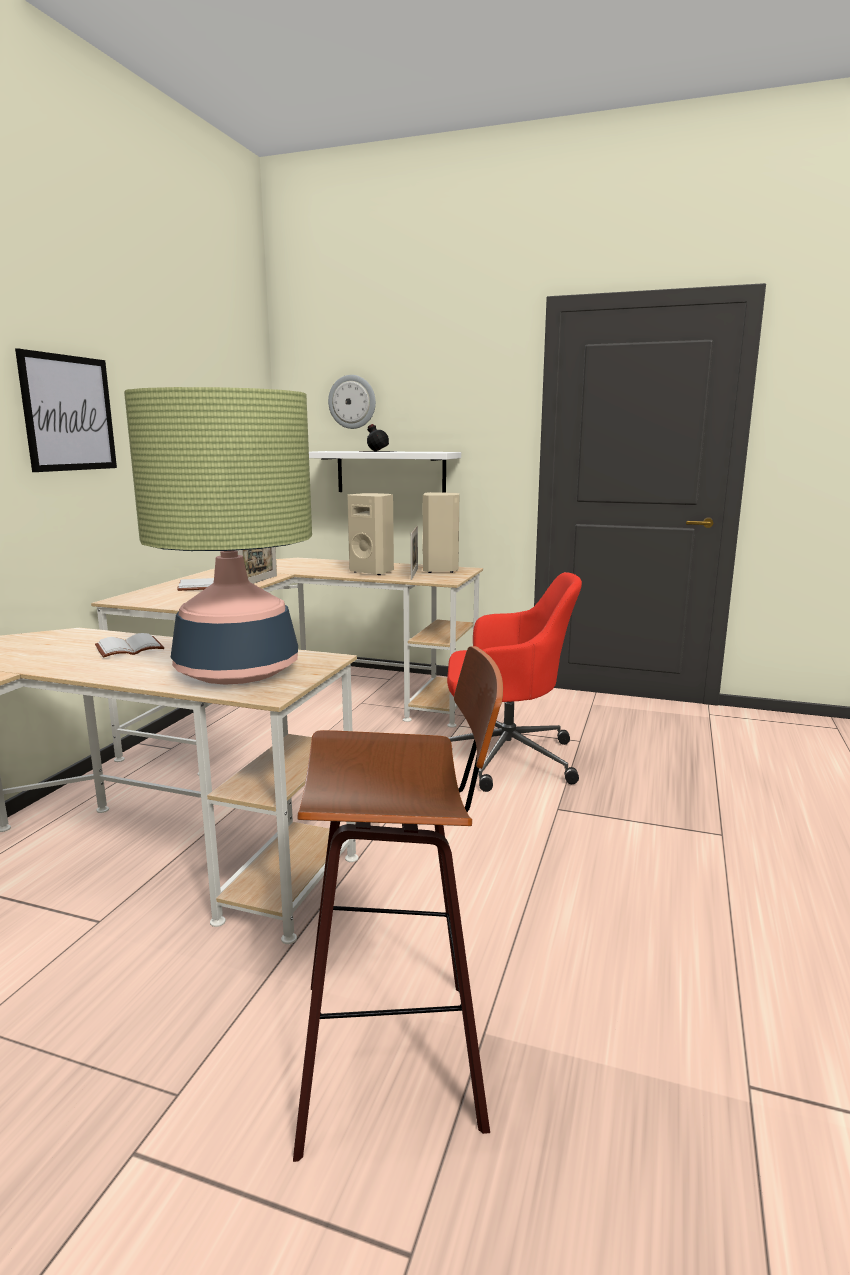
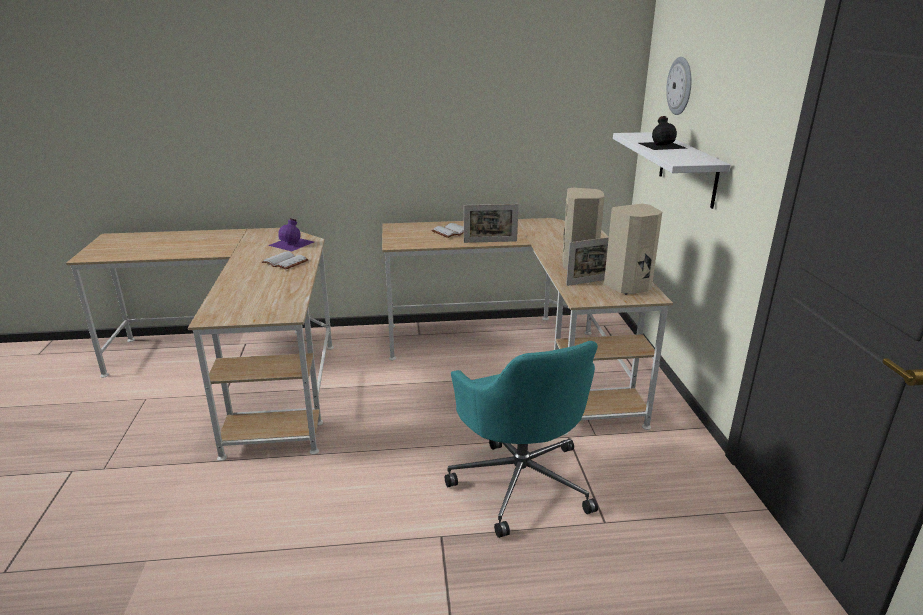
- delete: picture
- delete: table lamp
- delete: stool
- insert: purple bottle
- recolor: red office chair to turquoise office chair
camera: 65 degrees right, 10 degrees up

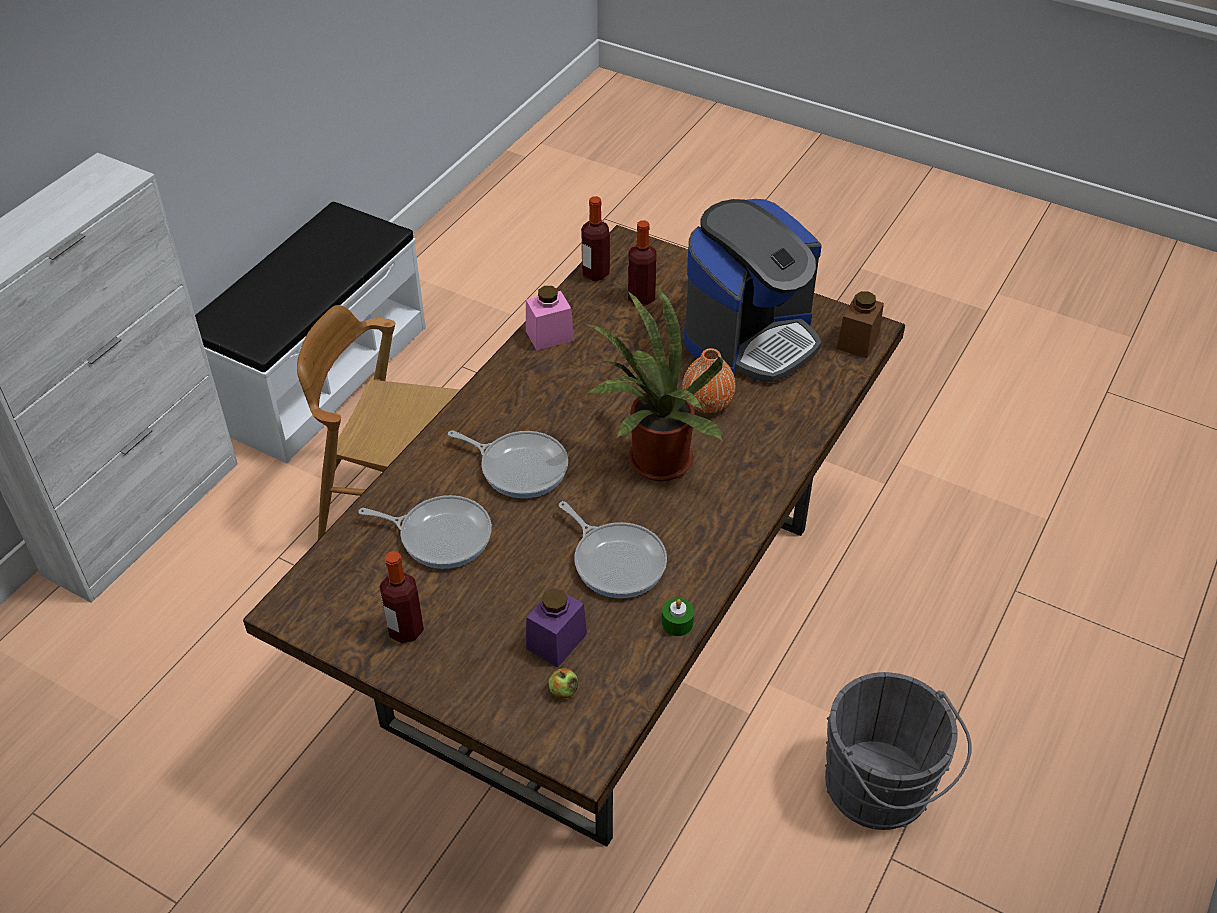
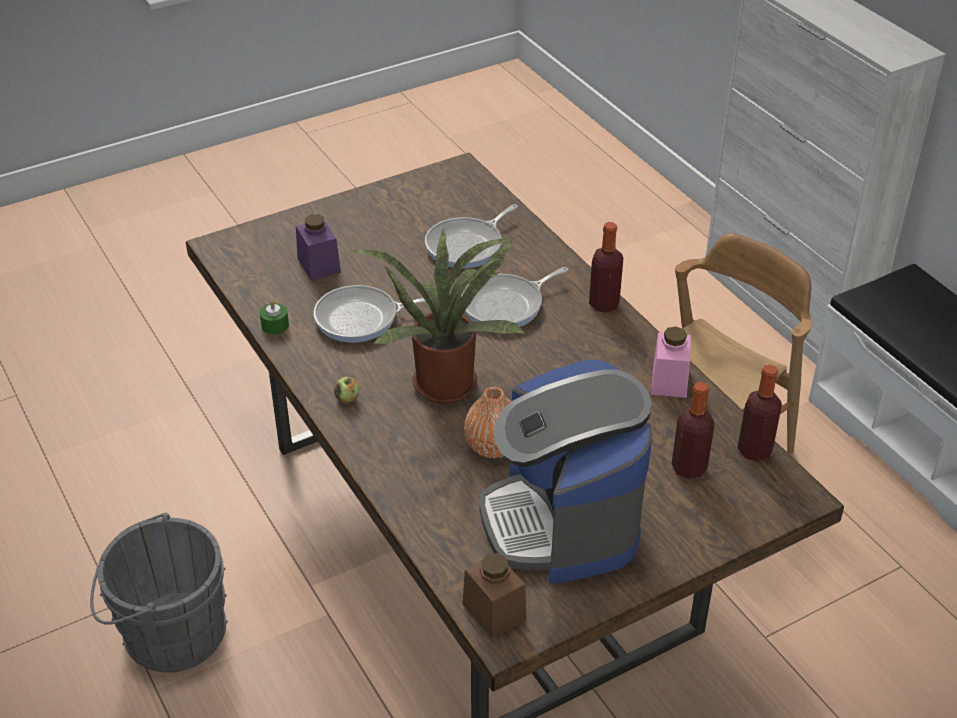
- move: bottle (1st from left)
- move: apple
camera: 120 degrees right, 5 degrees down

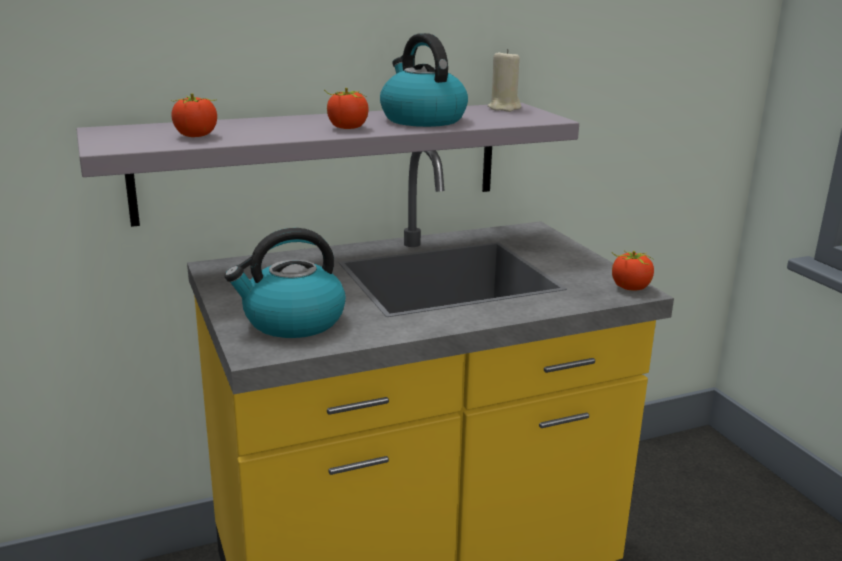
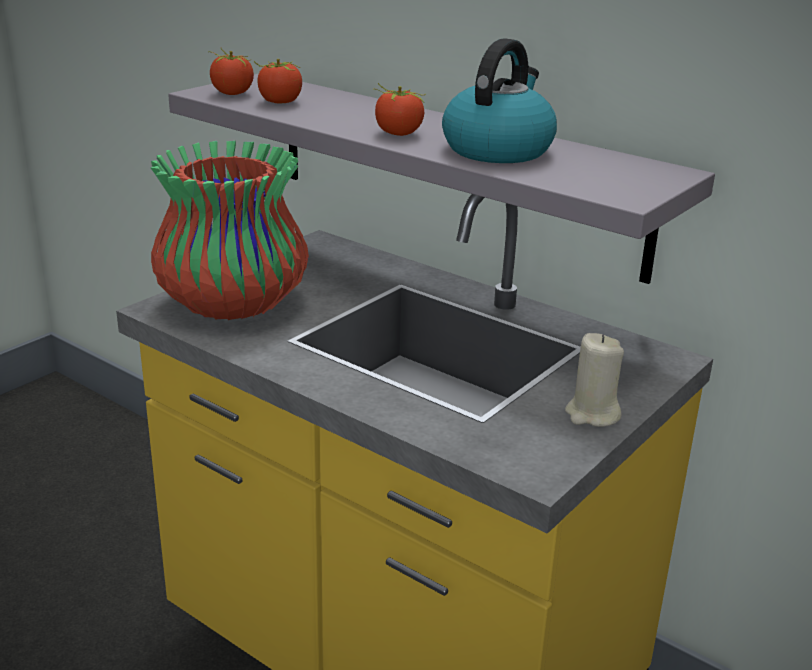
- move: beige candle
- move: tomato (3rd from left in the first image) to tomato (1st from left)
- replace: kettle (1st from left) to vase
camera: 60 degrees right, 5 degrees up

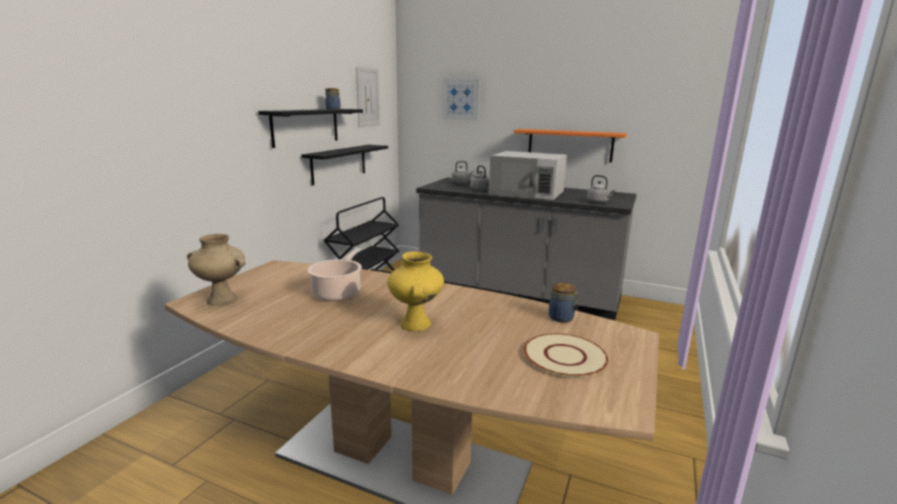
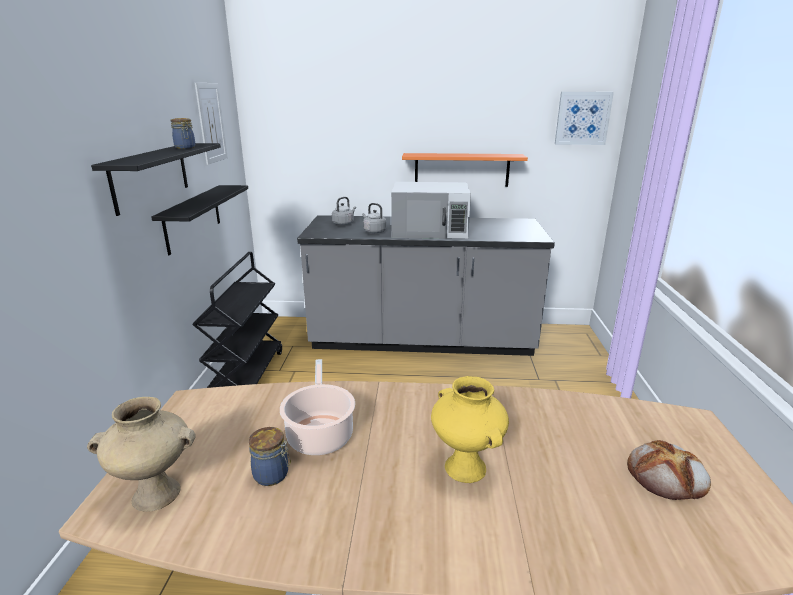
- delete: grey kettle (3rd from left)
- move: picture (2nd from left)
- move: jar (2nd from left)
- replace: beige plate to bread
camera: 20 degrees left, 5 degrees up

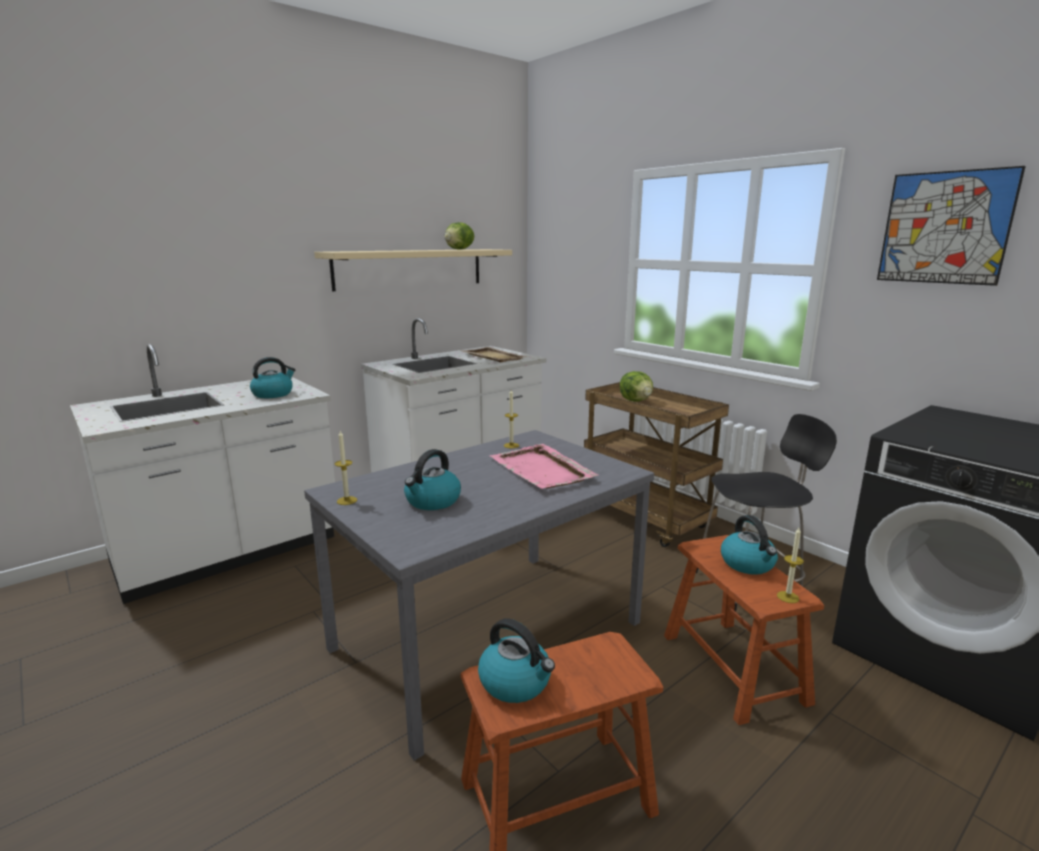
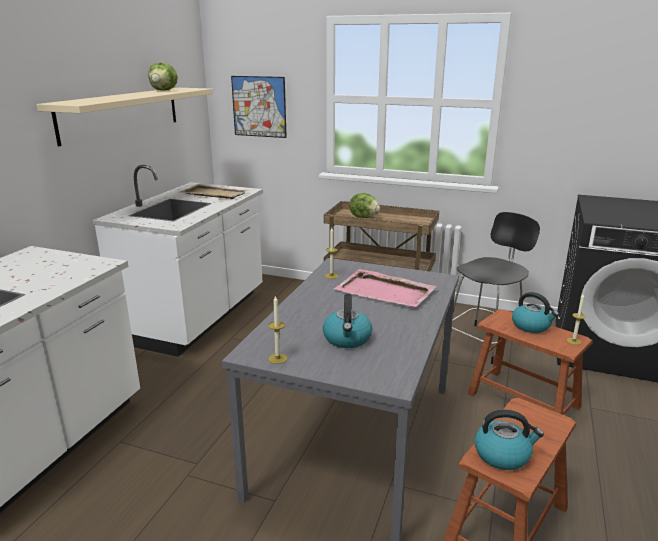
- delete: kettle (1st from left)
- move: picture
camera: 30 degrees left, 5 degrees up

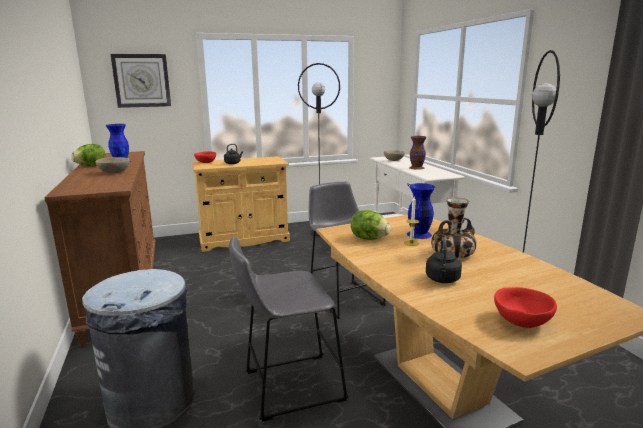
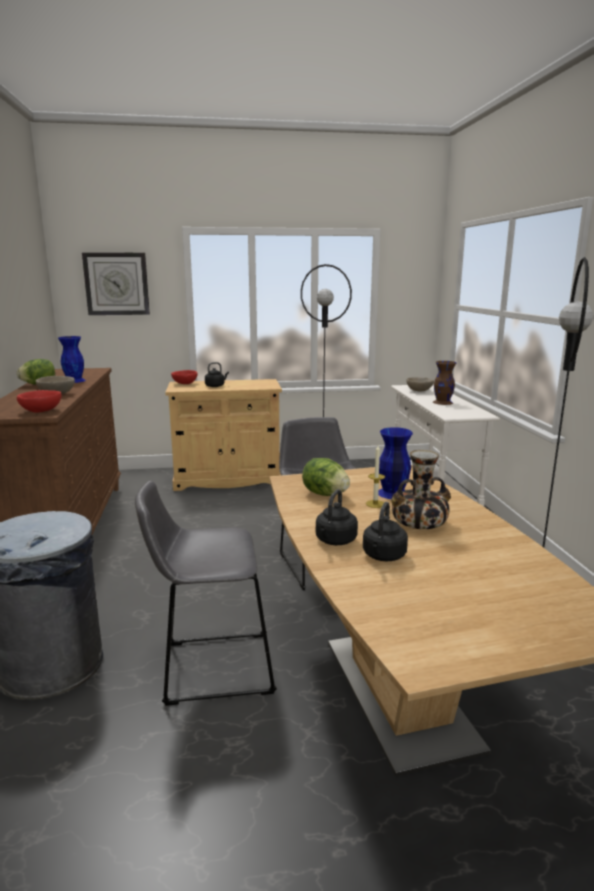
- insert: black kettle (2nd from left)
- move: red bowl (2nd from left in the first image) to red bowl (1st from left)
camera: 10 degrees right, 0 degrees up

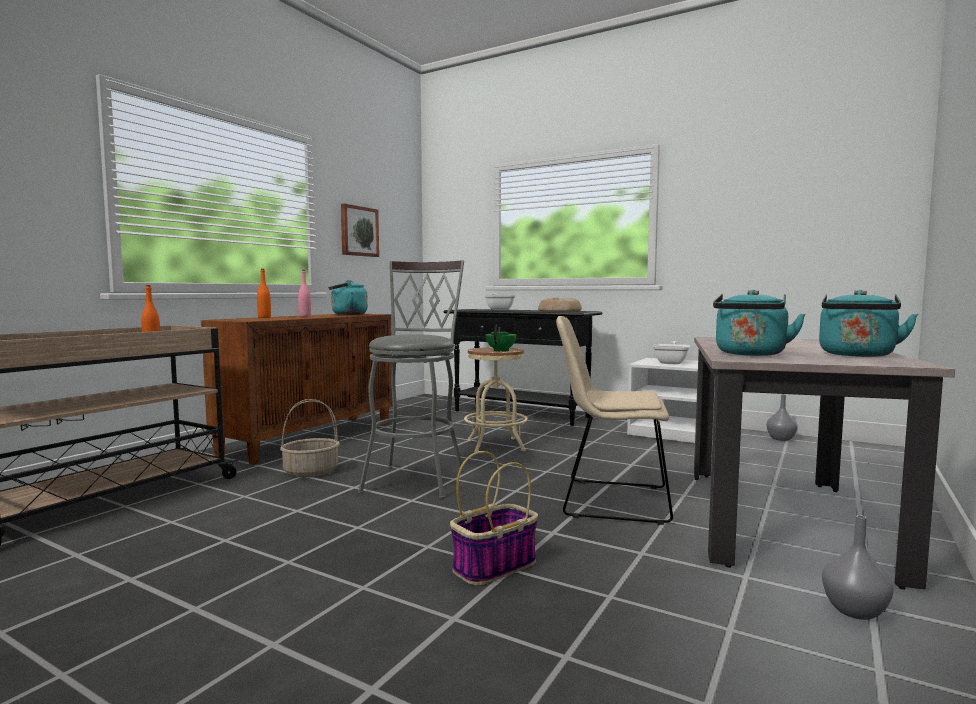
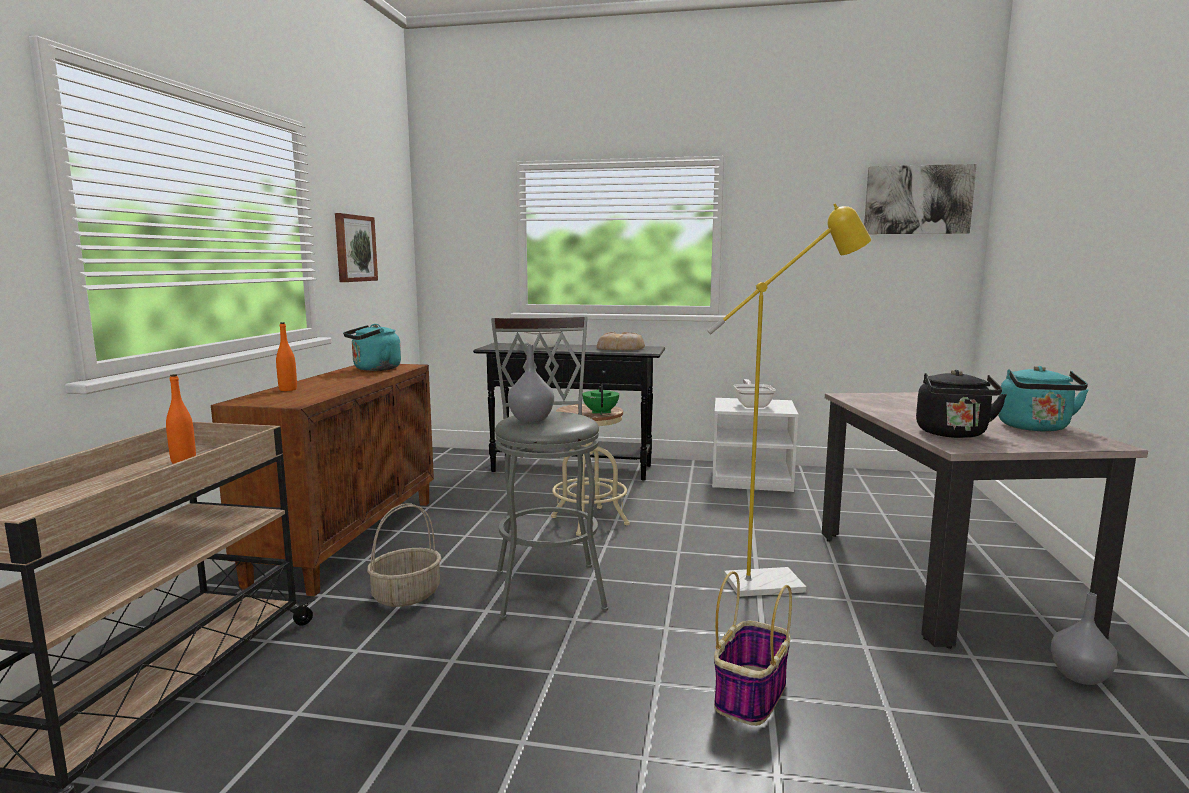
- delete: pink bottle
- insert: picture (2nd from left)
- move: grey vase (1st from left)
- replace: beige chair to yellow floor lamp
- recolor: turquoise kettle (2nd from left) to black kettle
camera: 20 degrees left, 5 degrees up

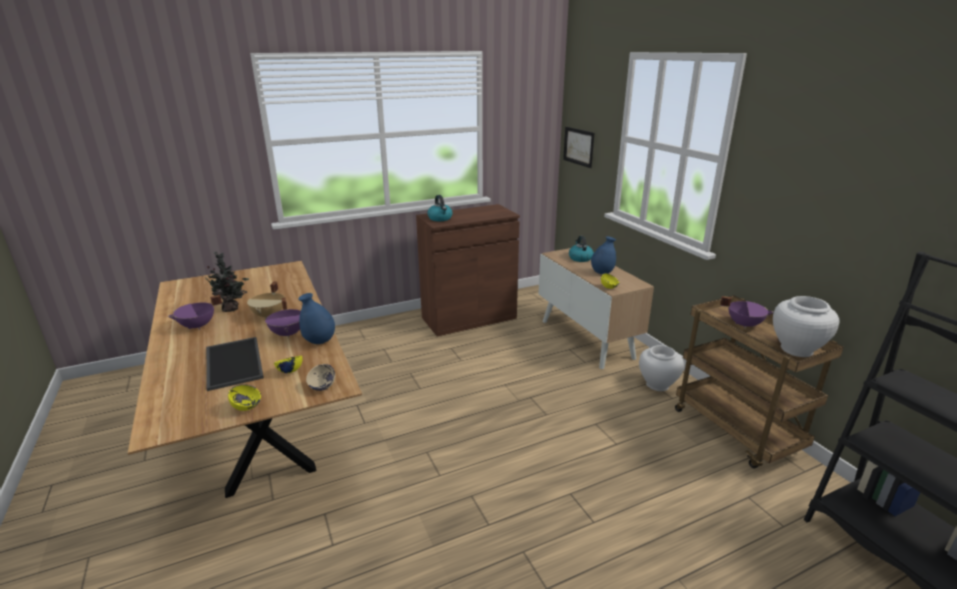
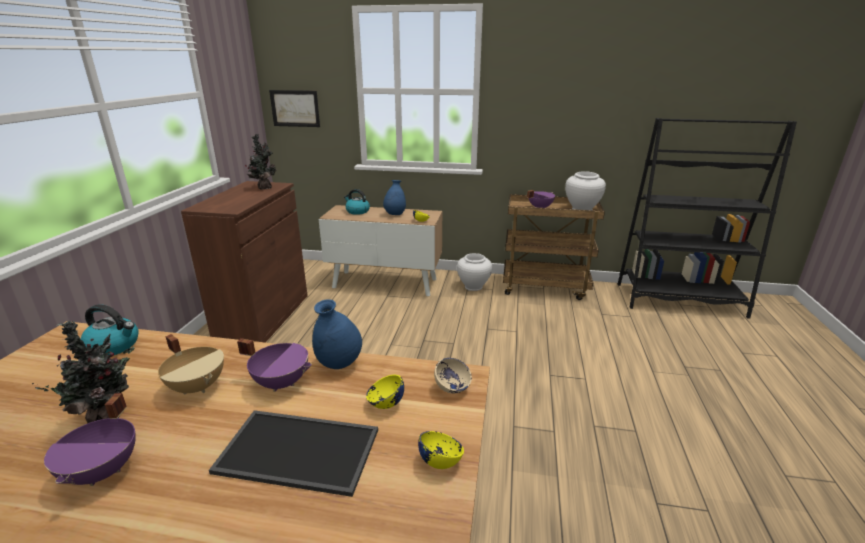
- insert: potted plant (2nd from left)
- move: kettle (1st from left)
camera: 55 degrees left, 0 degrees up

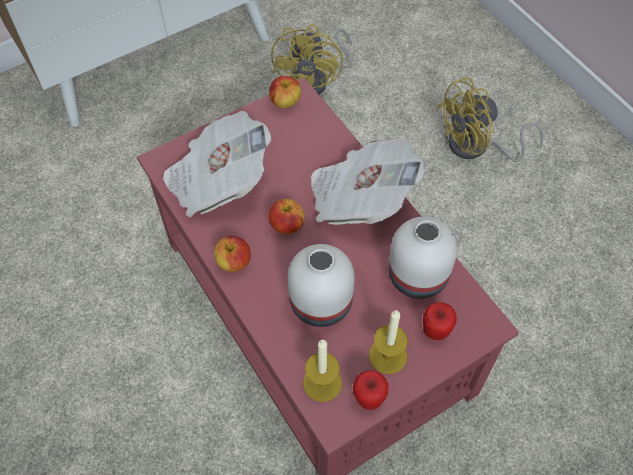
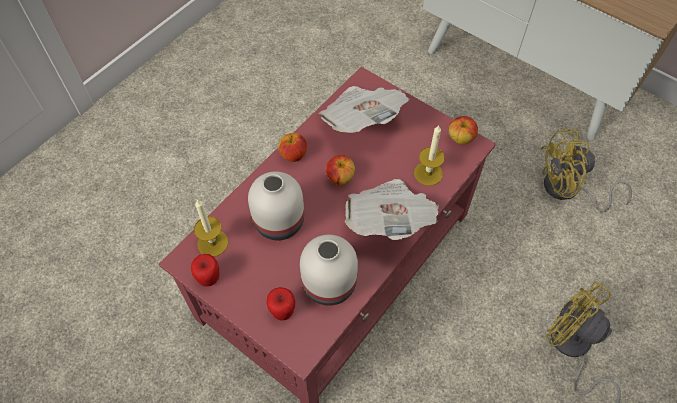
- move: candle (2nd from left)
camera: 70 degrees right, 0 degrees up

